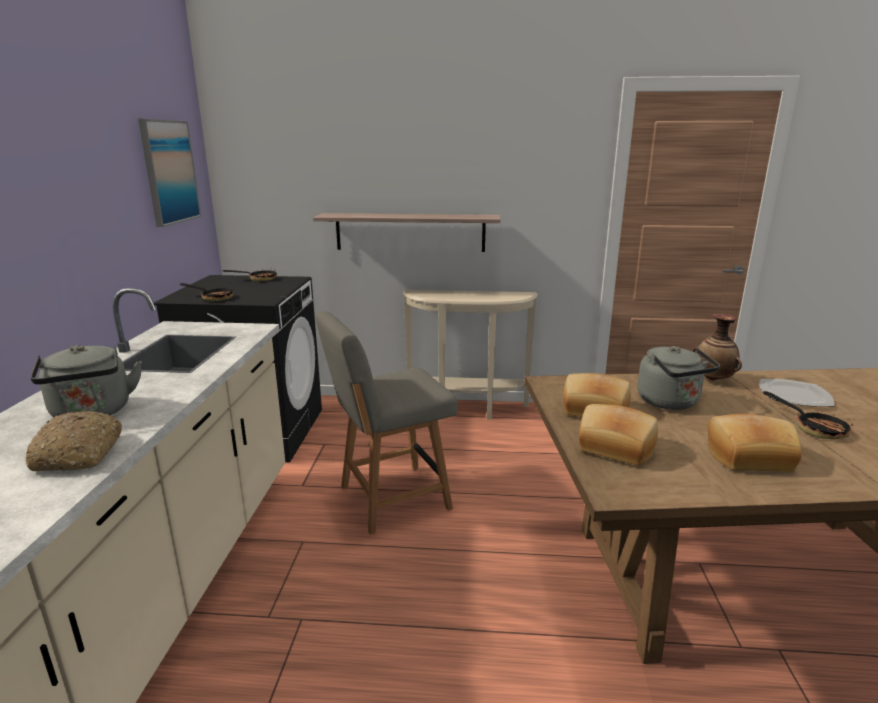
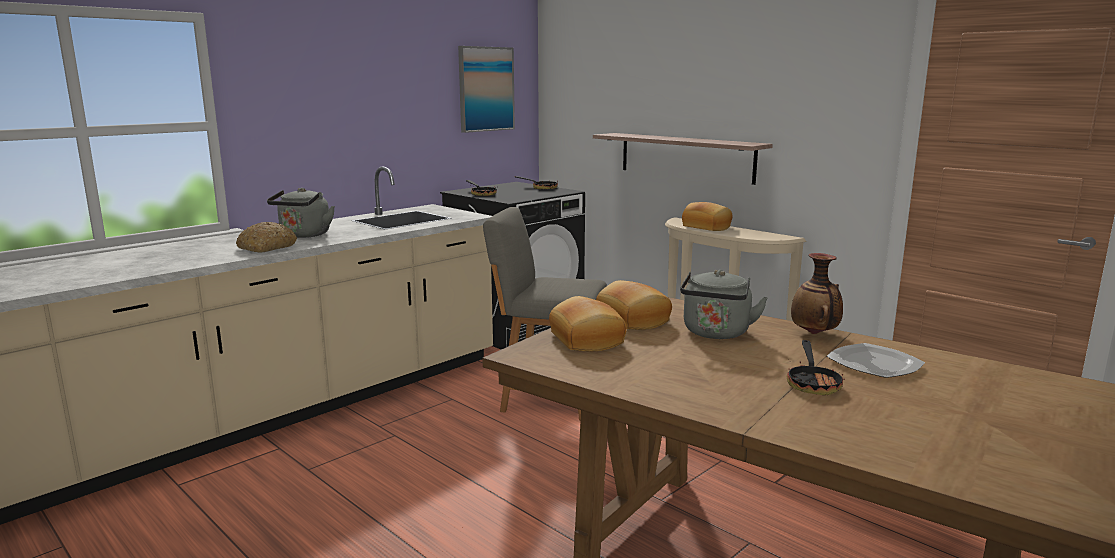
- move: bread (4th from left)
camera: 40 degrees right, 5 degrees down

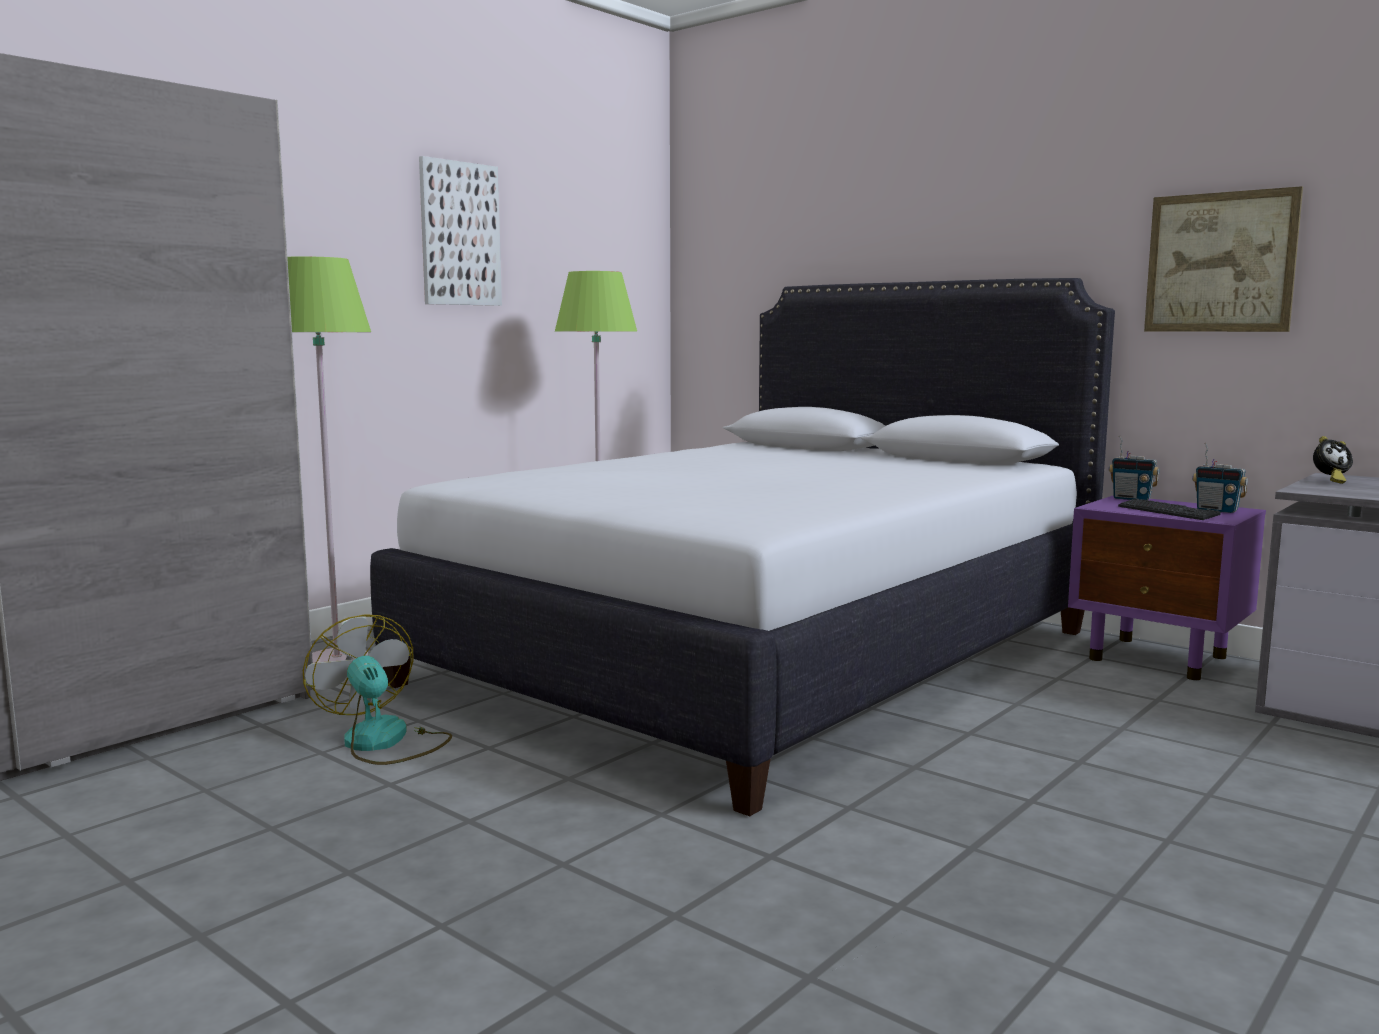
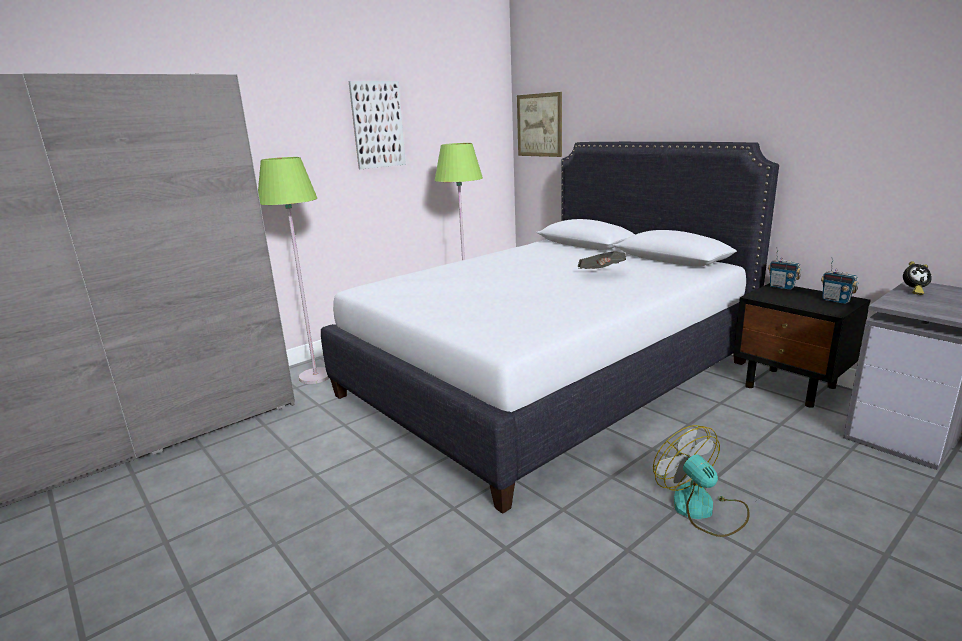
- delete: keyboard
- insert: newspaper
- move: fan
- move: picture (2nd from left)
- recolor: purple nightstand to black nightstand
camera: 10 degrees right, 10 degrees up

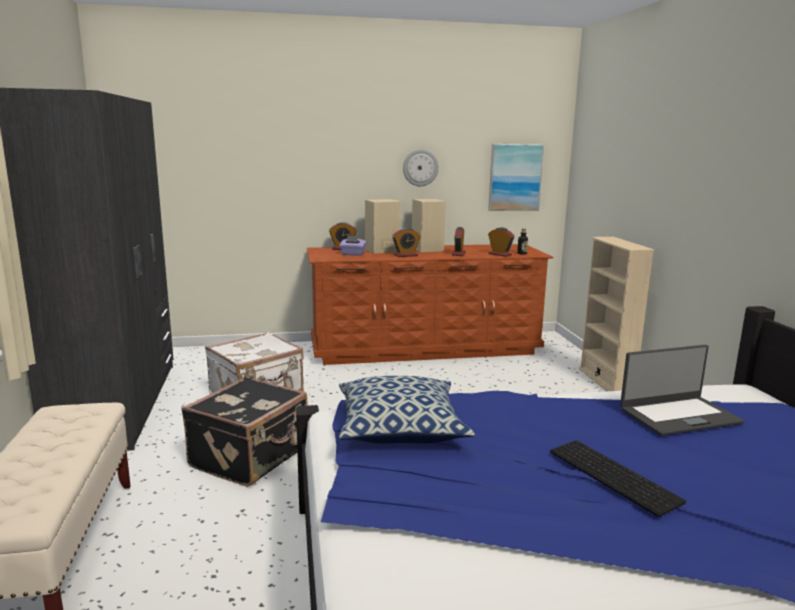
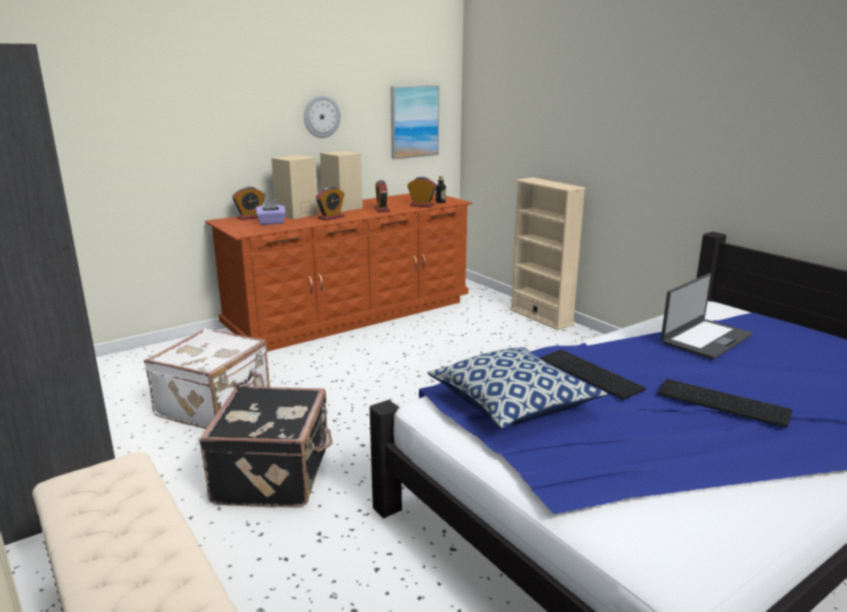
- insert: keyboard (1st from left)
camera: 25 degrees left, 5 degrees up

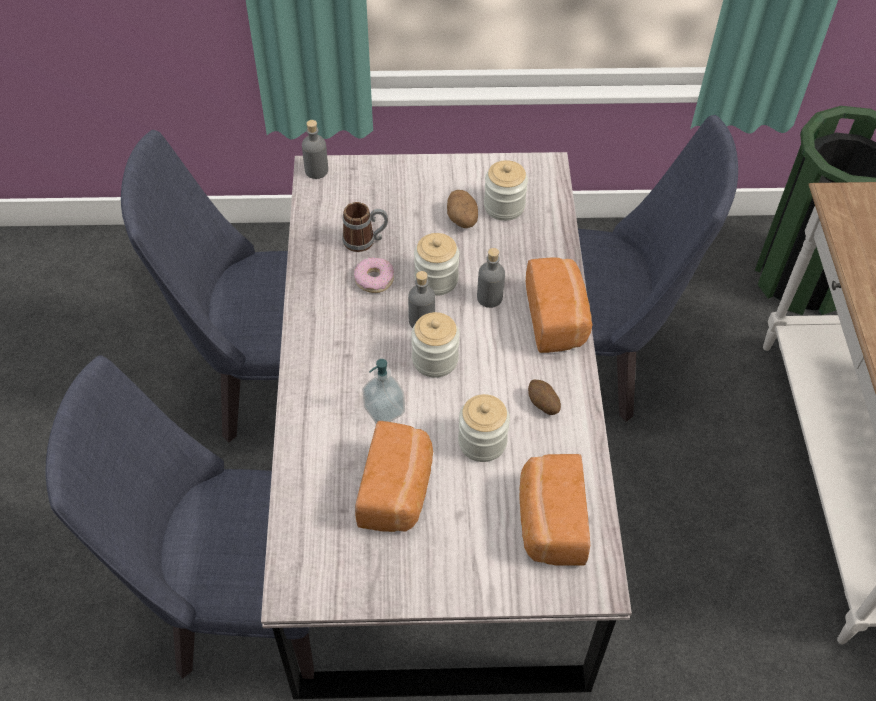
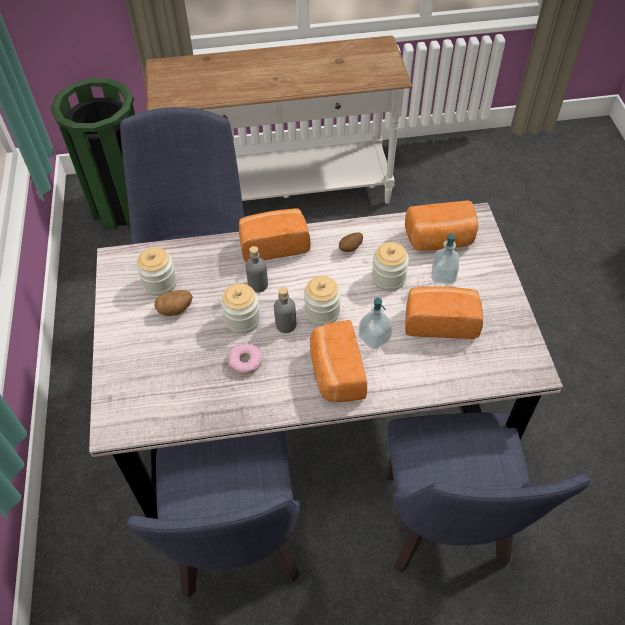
- delete: grey bottle (1st from left)
- delete: mug
- insert: bread (2nd from left)
- insert: soap dispenser (2nd from left)
camera: 95 degrees left, 0 degrees up

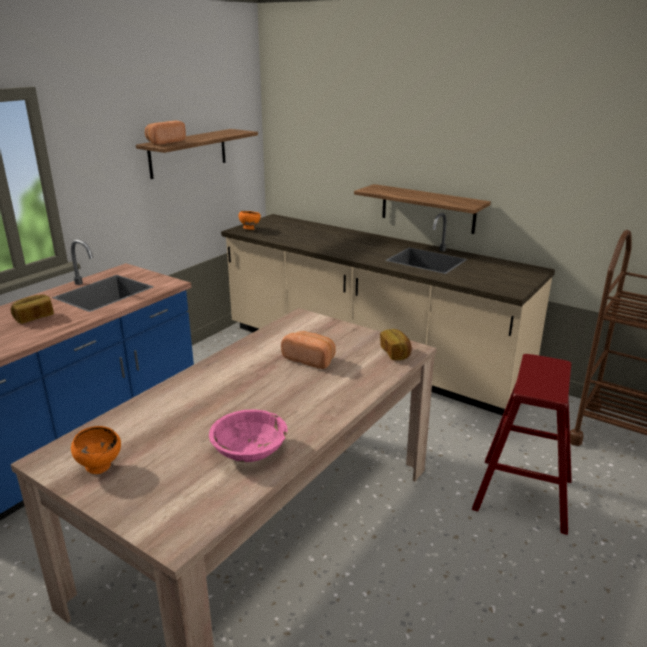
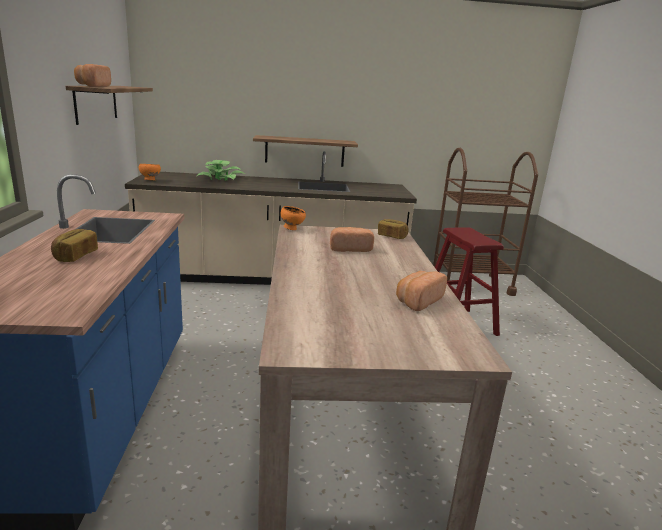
- insert: potted plant
- move: orange bowl (1st from left in the first image) to orange bowl (2nd from left)
- replace: pink bowl to bread (5th from left)
camera: 40 degrees left, 5 degrees down

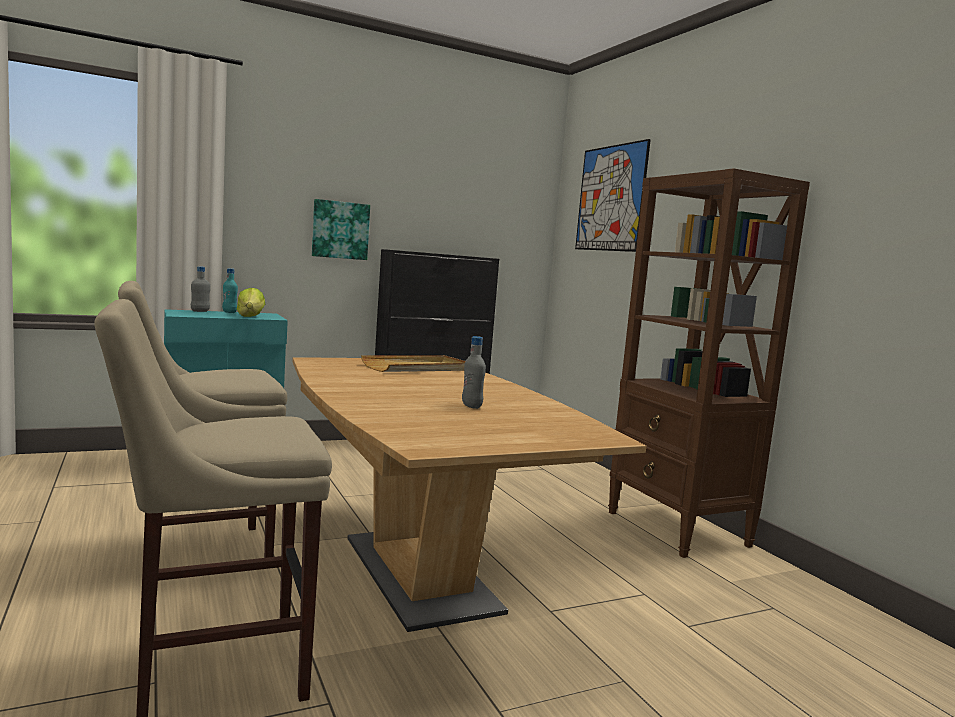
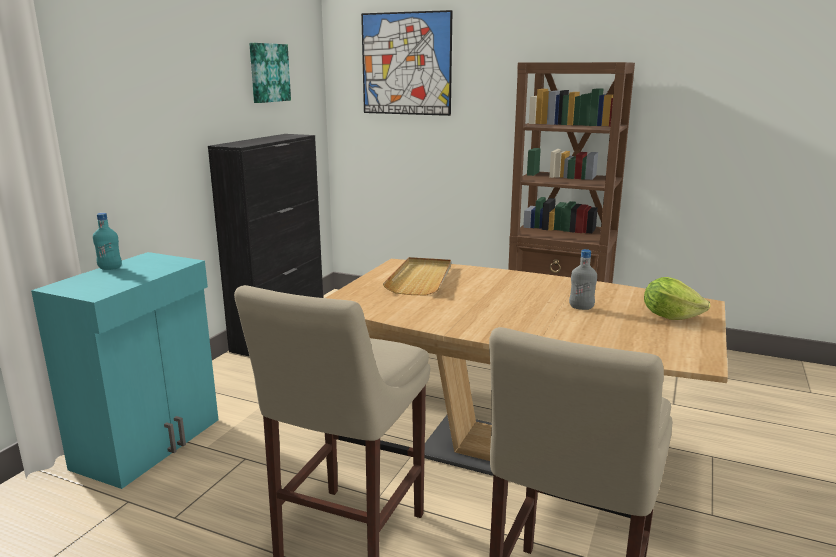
- delete: grey bottle (1st from left)
- move: lettuce
- move: picture (1st from left)
camera: 40 degrees left, 10 degrees up

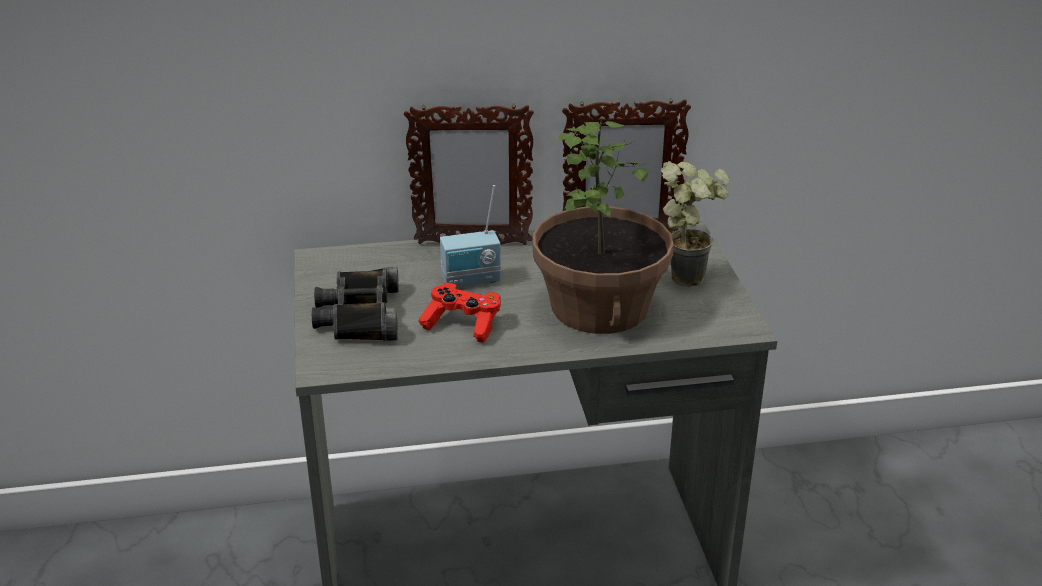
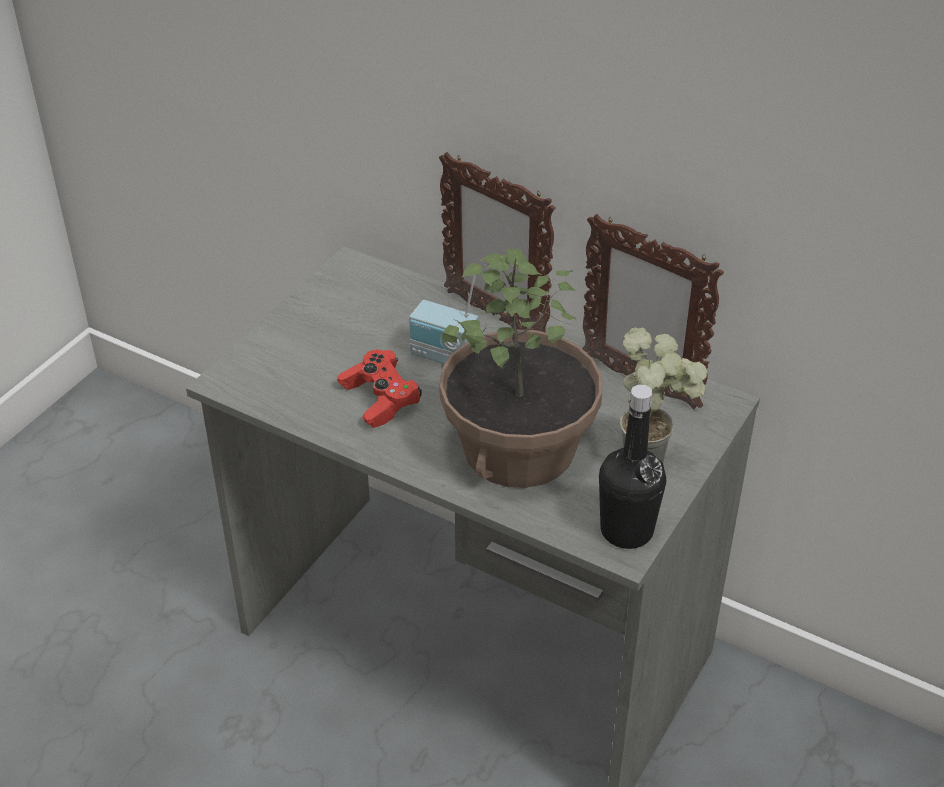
- delete: black binoculars
- insert: black bottle
camera: 40 degrees right, 10 degrees up

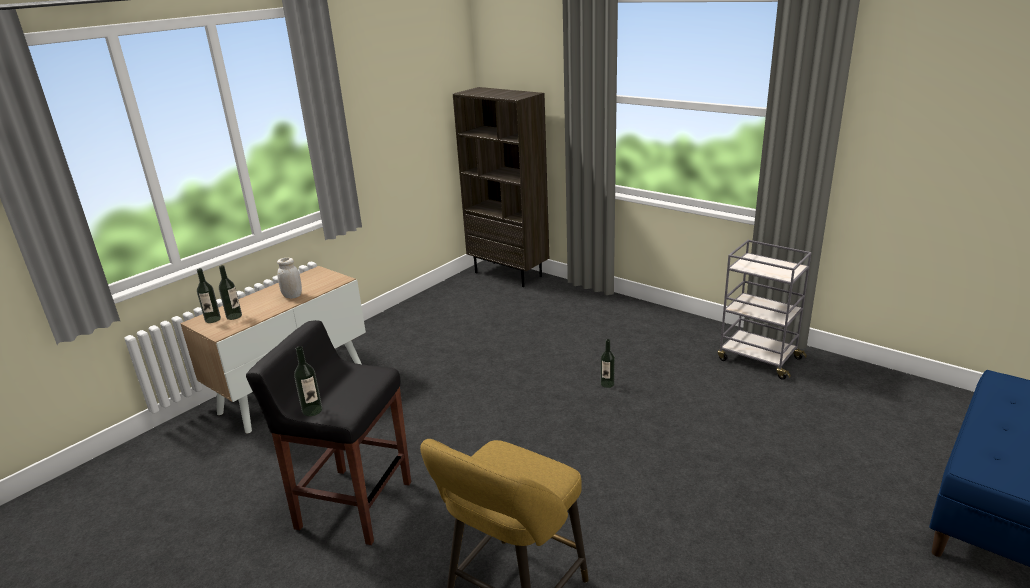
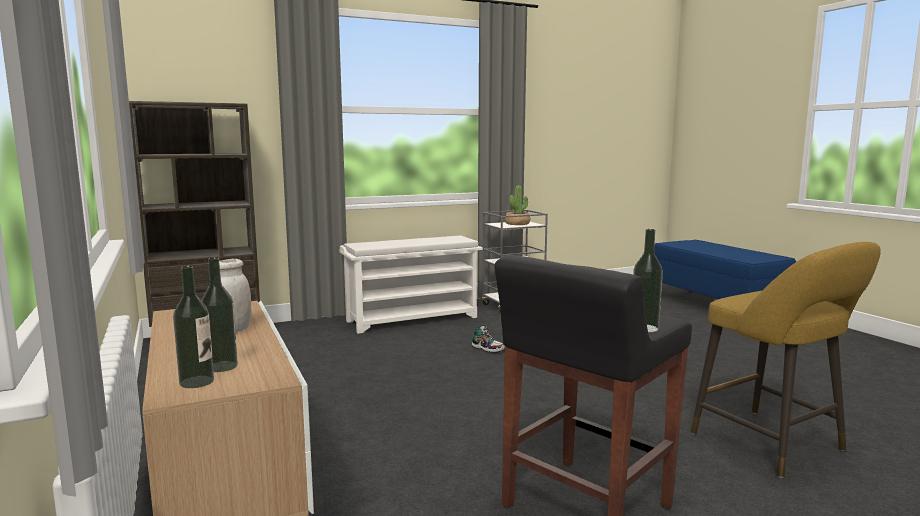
- insert: white shoe rack
- insert: potted plant
- replace: bottle (4th from left) to shoe
camera: 65 degrees left, 15 degrees down

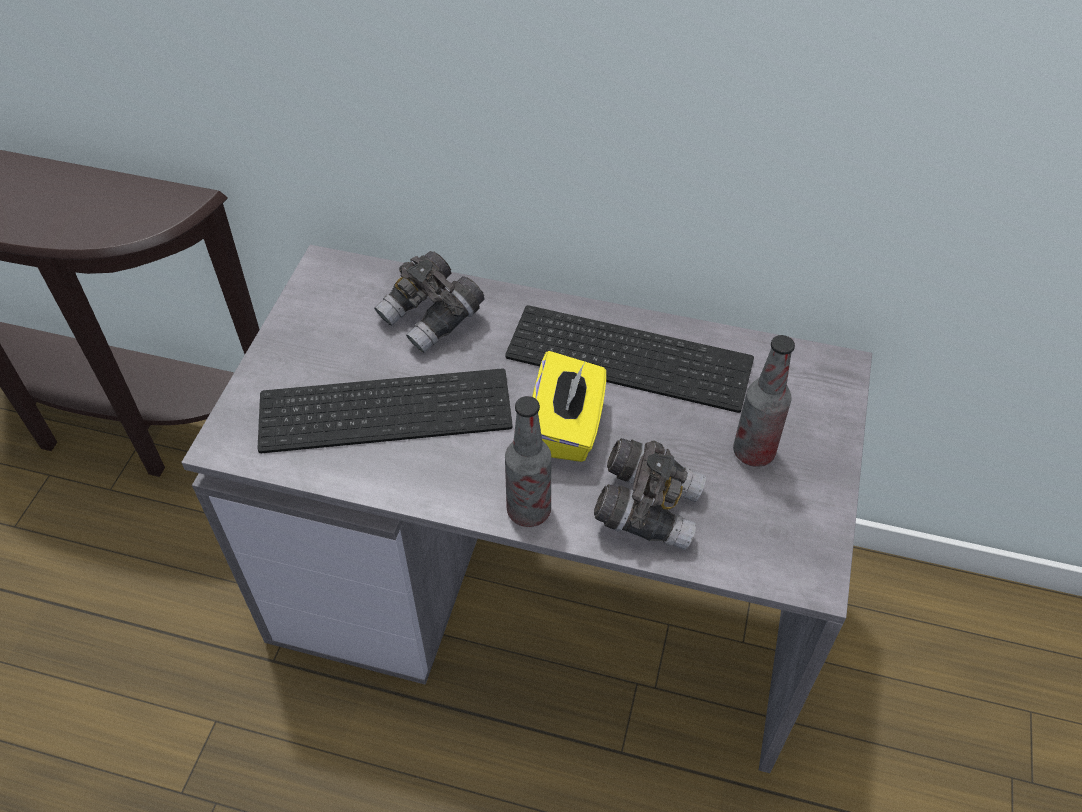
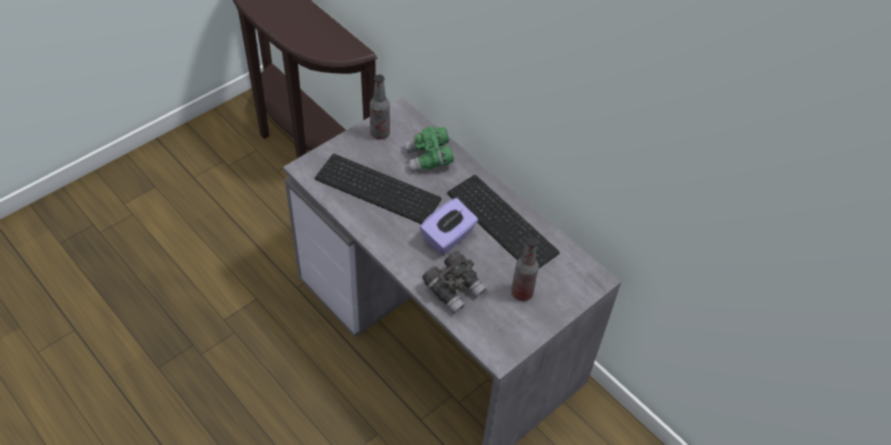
- move: bottle (1st from left)
- recolor: grey binoculars (1st from left) to green binoculars
- recolor: yellow tissue box to purple tissue box
camera: 30 degrees right, 0 degrees up

